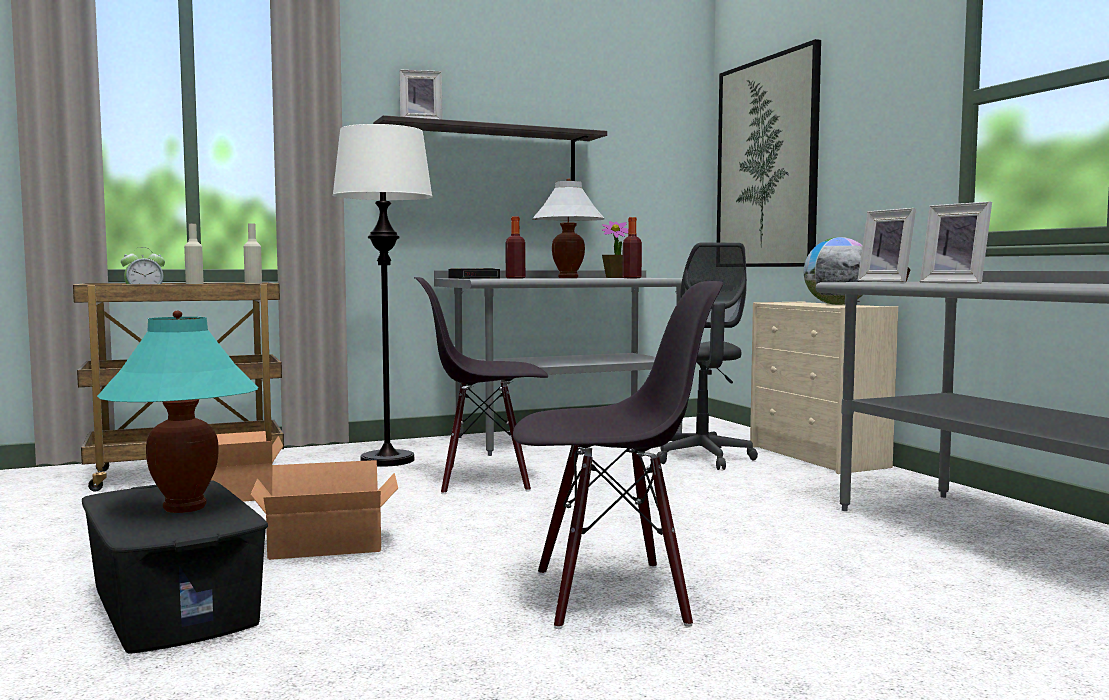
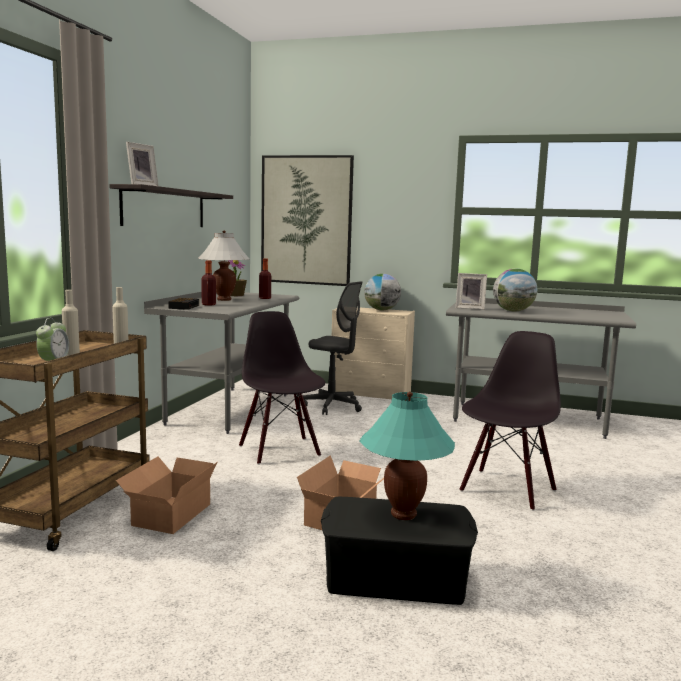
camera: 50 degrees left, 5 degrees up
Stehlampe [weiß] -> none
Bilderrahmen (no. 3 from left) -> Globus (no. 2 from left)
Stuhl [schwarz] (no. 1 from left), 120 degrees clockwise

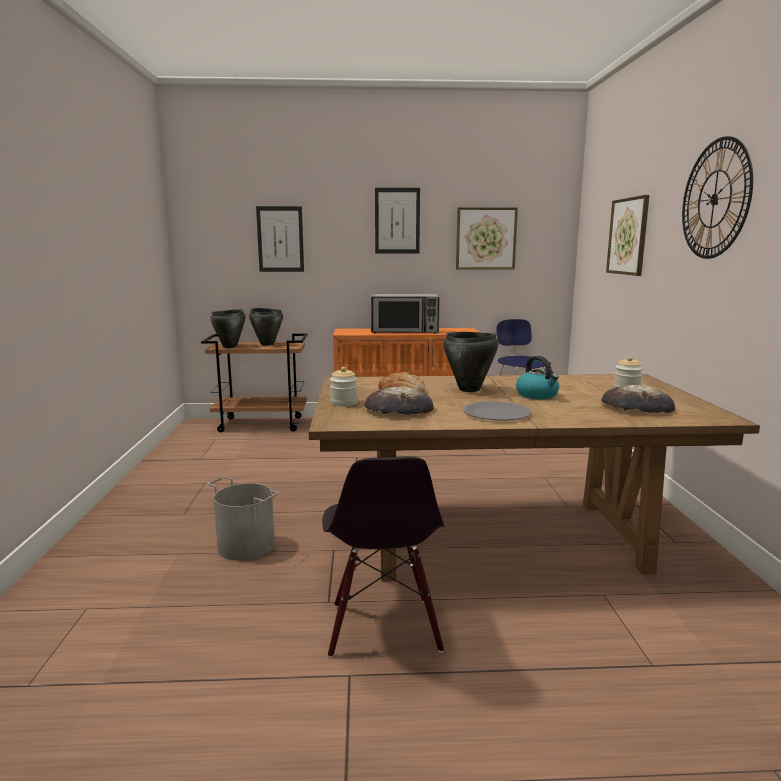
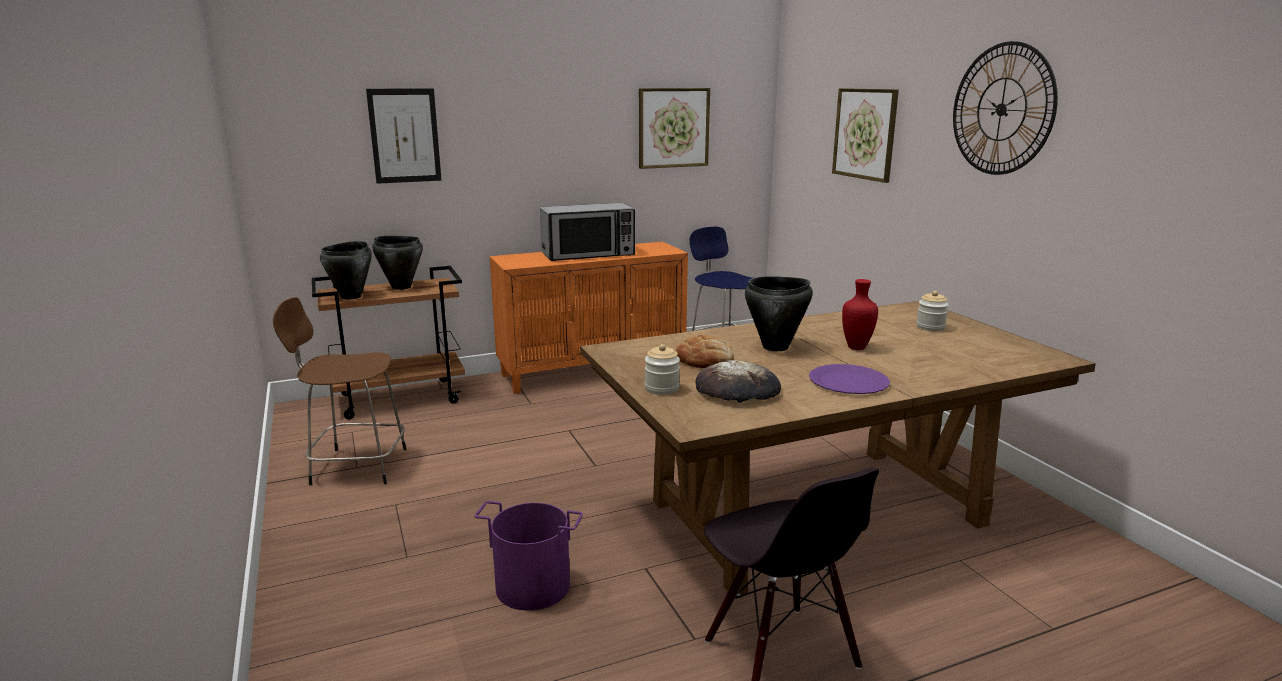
camera: 20 degrees left, 5 degrees up
Bild (no. 2 from left) -> none
Brot (no. 3 from left) -> none
none -> Hocker [braun]
Wasserkessel -> Vase [rot]
Eimer [grau] -> Eimer [lila]
Teller [grau] -> Teller [lila]

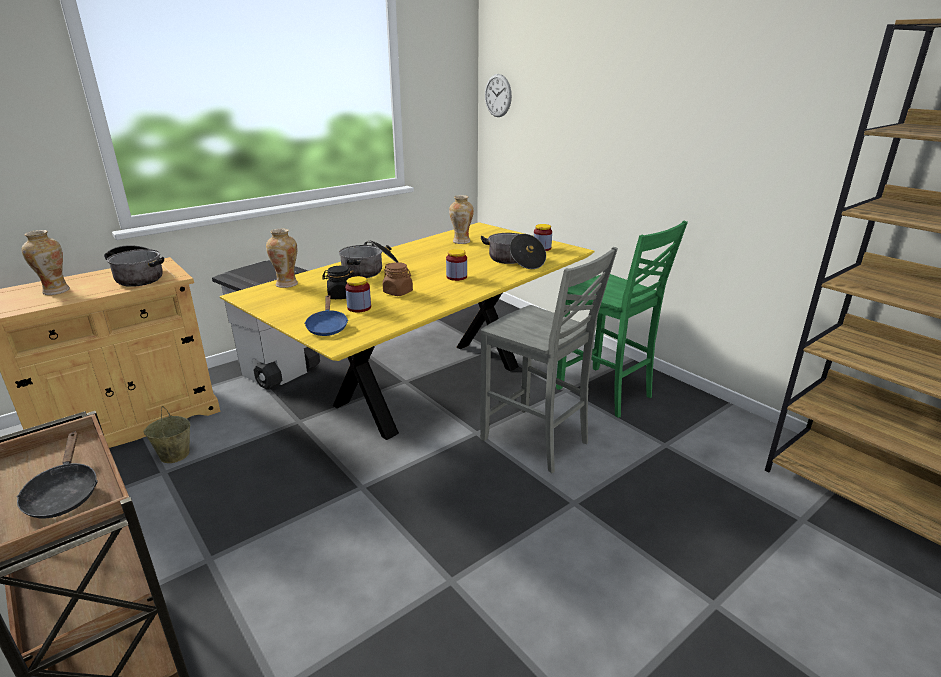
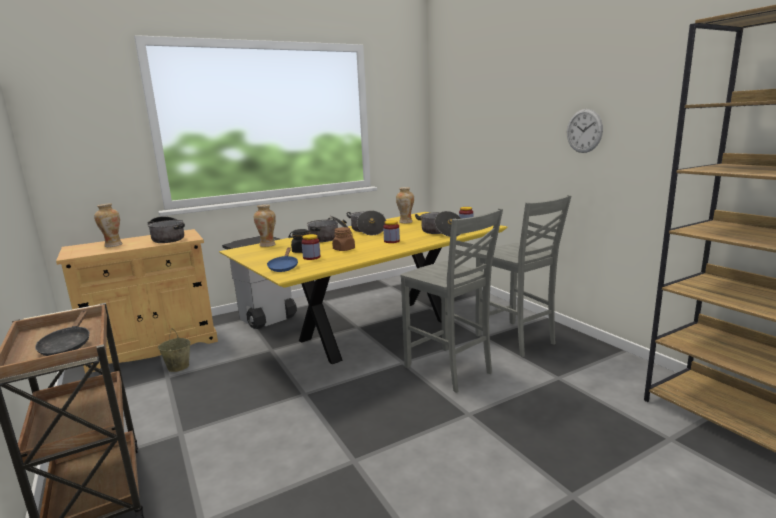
camera: 10 degrees right, 10 degrees down
none -> Kochtopf (no. 3 from left)
Wanduhr, relocated
Stuhl [grün] -> Stuhl [grau] (no. 2 from left)

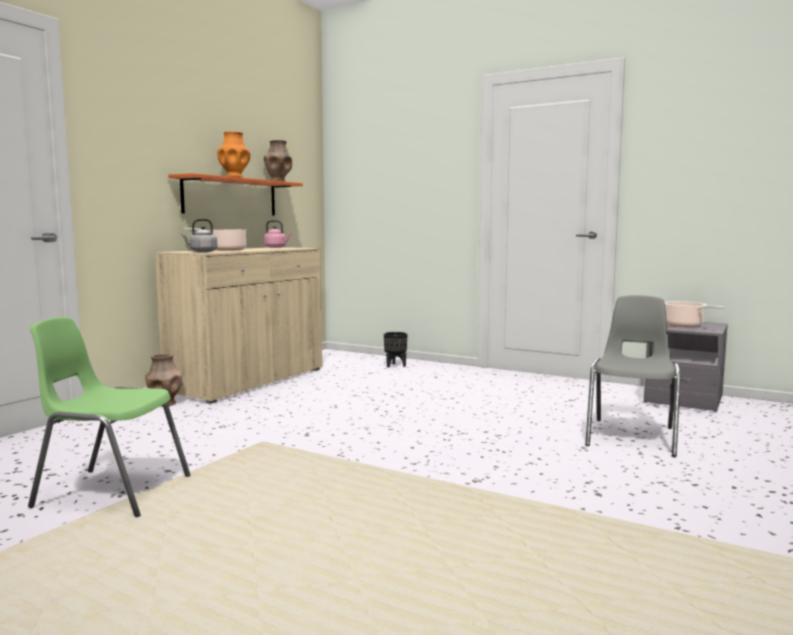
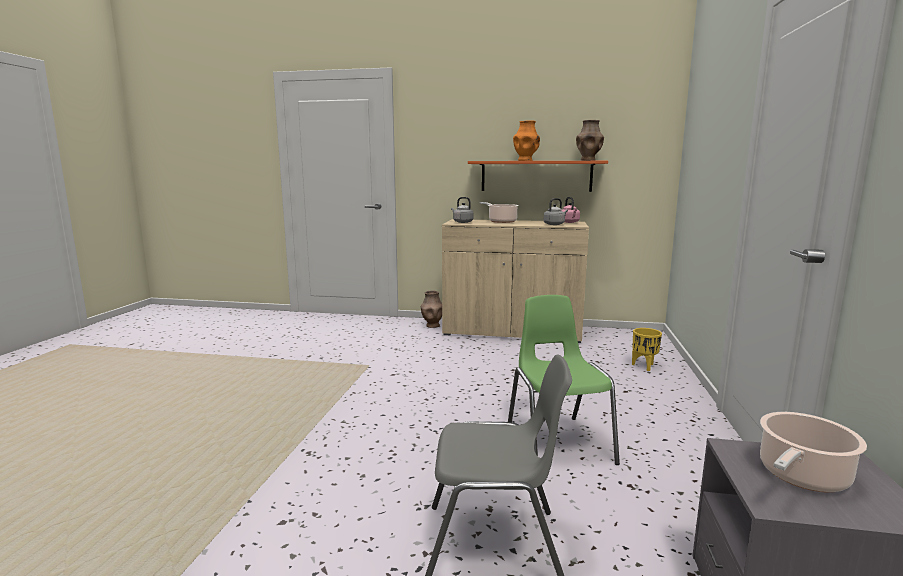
camera: 70 degrees right, 5 degrees up
none -> Wasserkessel [grau] (no. 2 from left)
Stuhl [grün], relocated
Pflanzkübel [schwarz] -> Pflanzkübel [gelb]

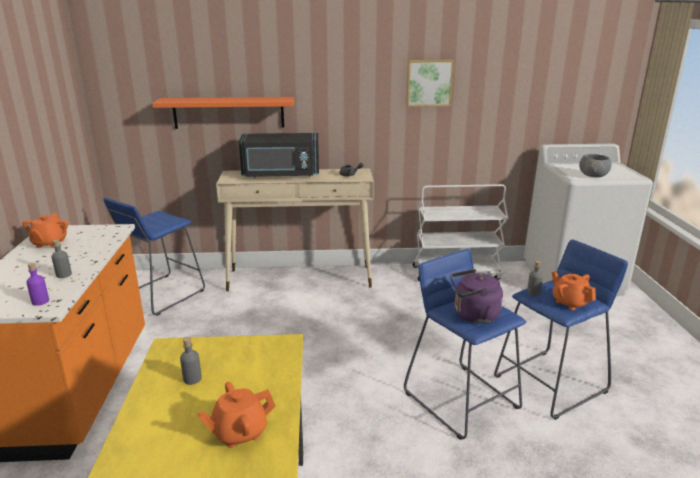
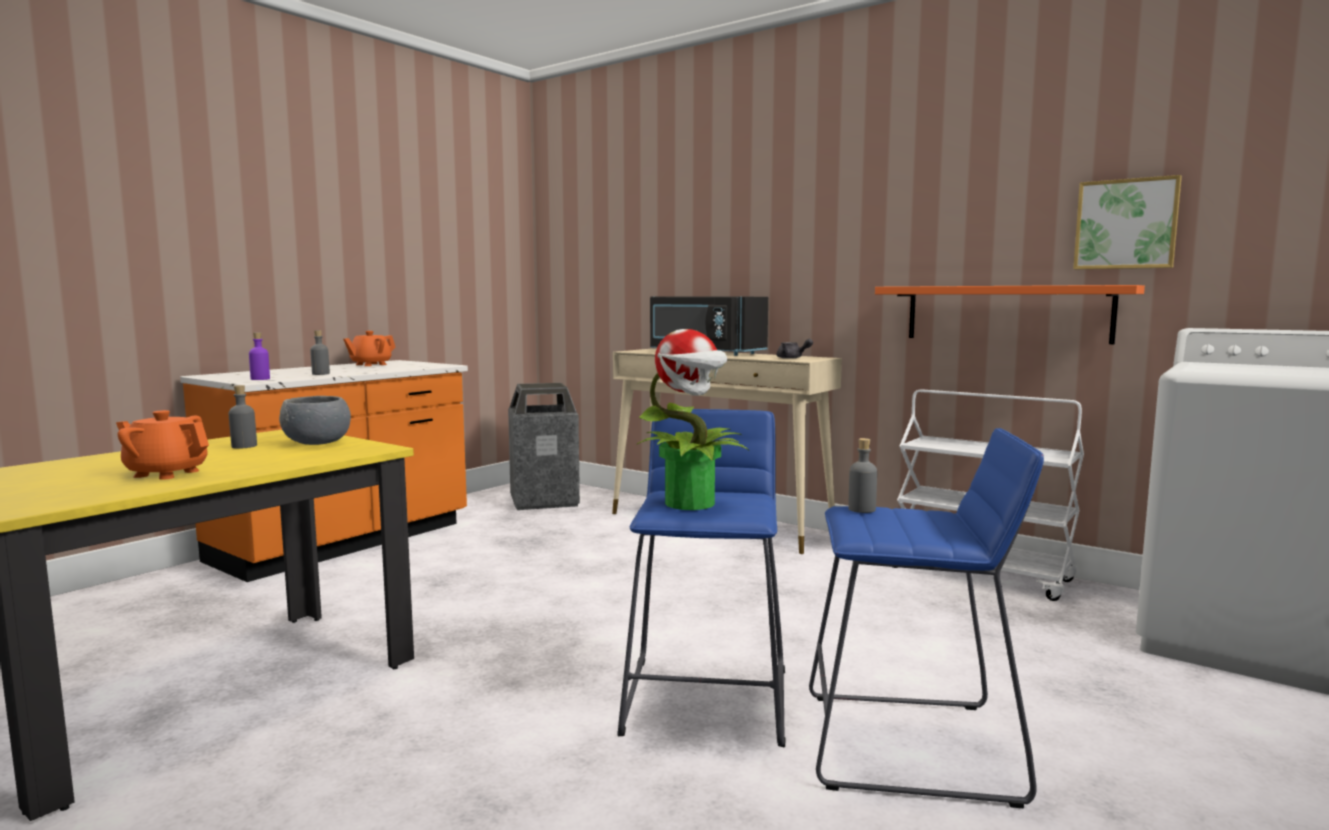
camera: 40 degrees right, 15 degrees down
Teekanne [orange] (no. 3 from left) -> none
Wandregal [orange], relocated
Bild, relocated
Schüssel [grau], relocated
Hocker [blau] (no. 1 from left) -> Mülleimer
Wasserkessel [lila] -> Topfpflanze

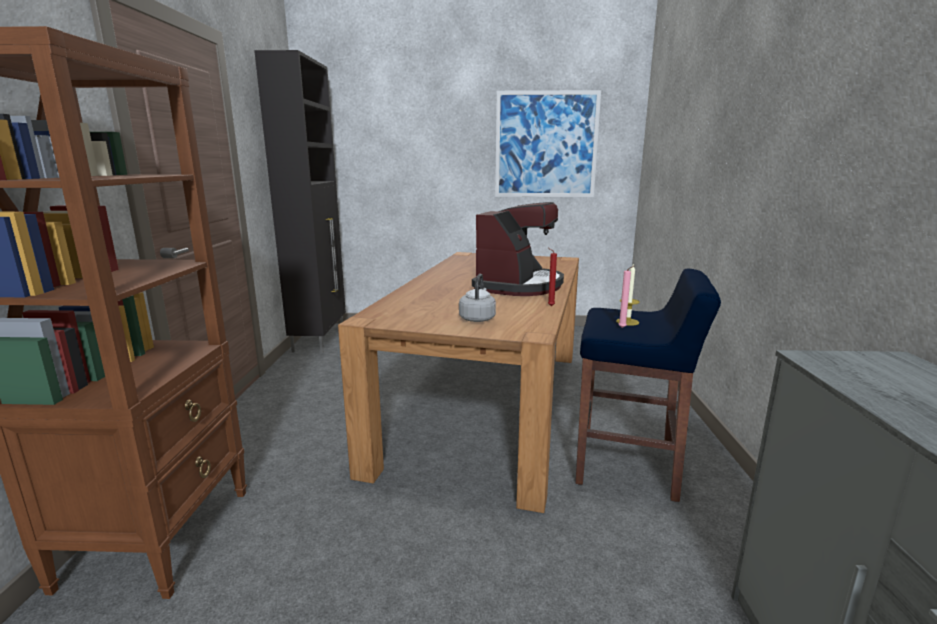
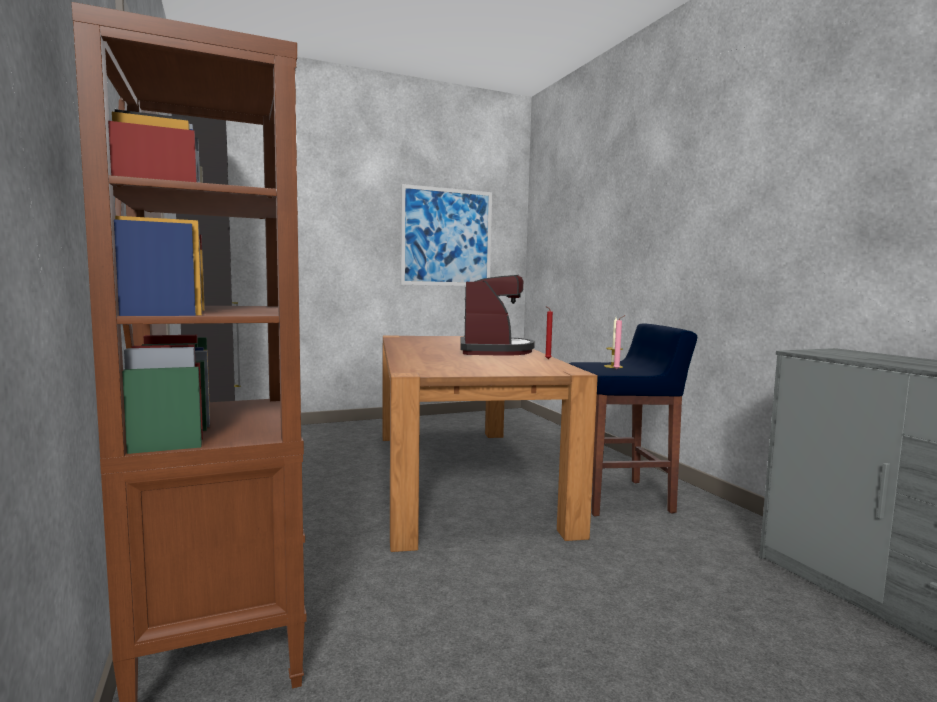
camera: 25 degrees left, 10 degrees down
Wasserkessel [grau] -> none

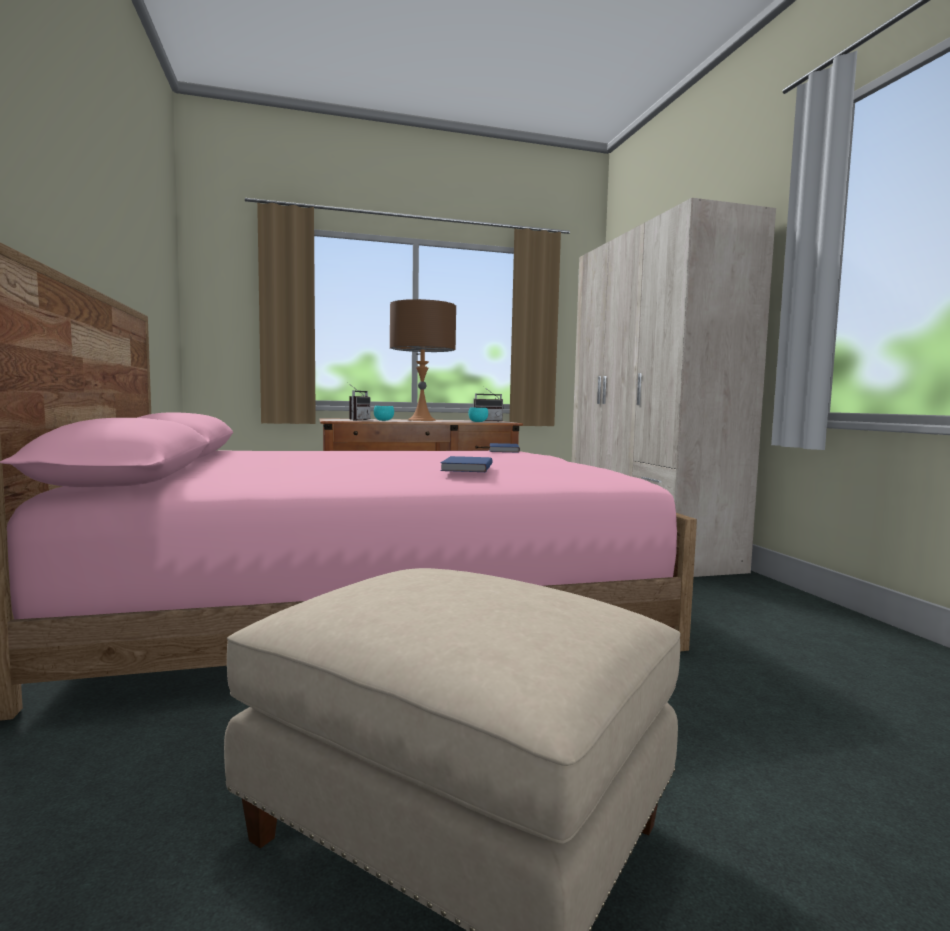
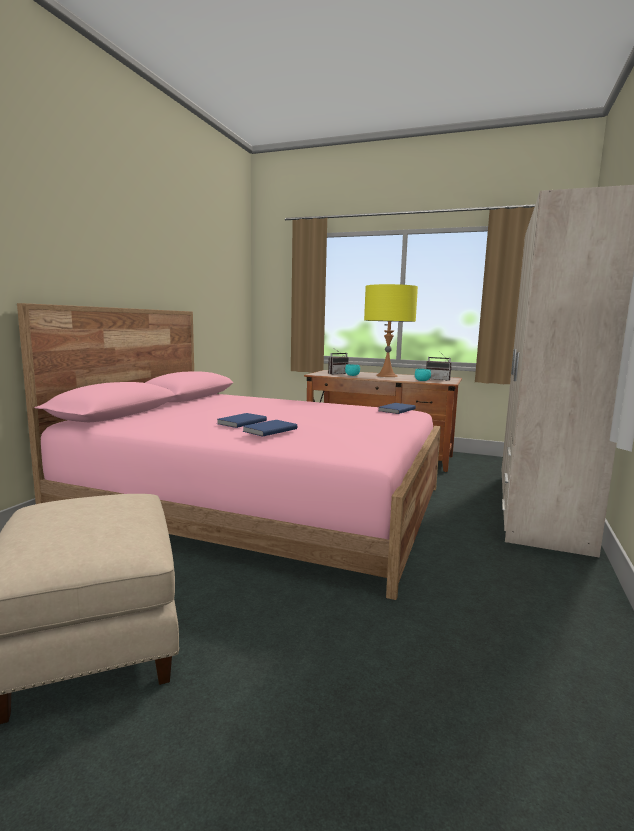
camera: 35 degrees right, 5 degrees up
none -> Buch [blau] (no. 1 from left)
Tischlampe [braun] -> Tischlampe [gelb]

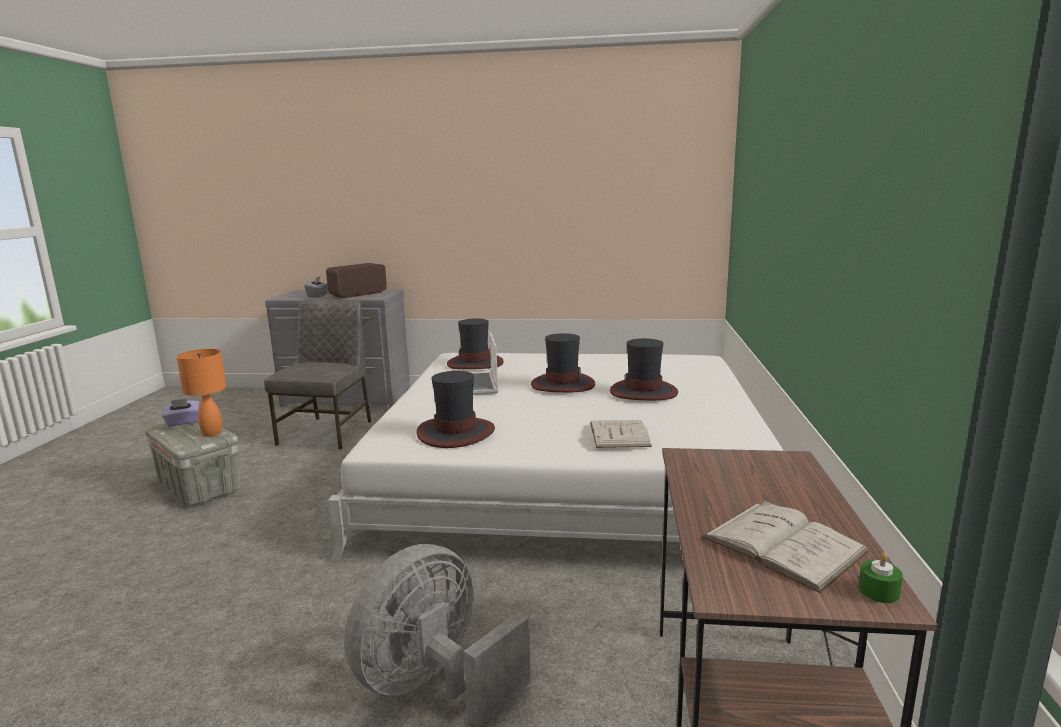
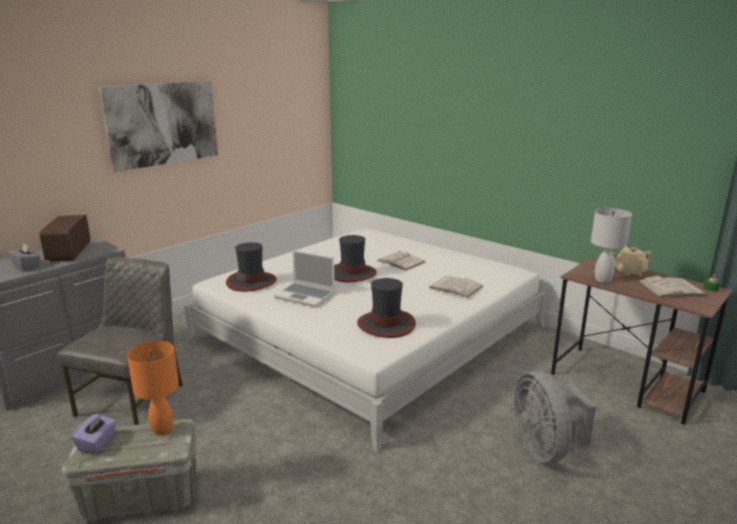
camera: 55 degrees left, 5 degrees up
none -> Bild
none -> Tischlampe [weiß]
none -> Teekanne [beige]
Hut (no. 4 from left) -> Buch [weiß] (no. 1 from left)
Stuhl [grau], 60 degrees clockwise

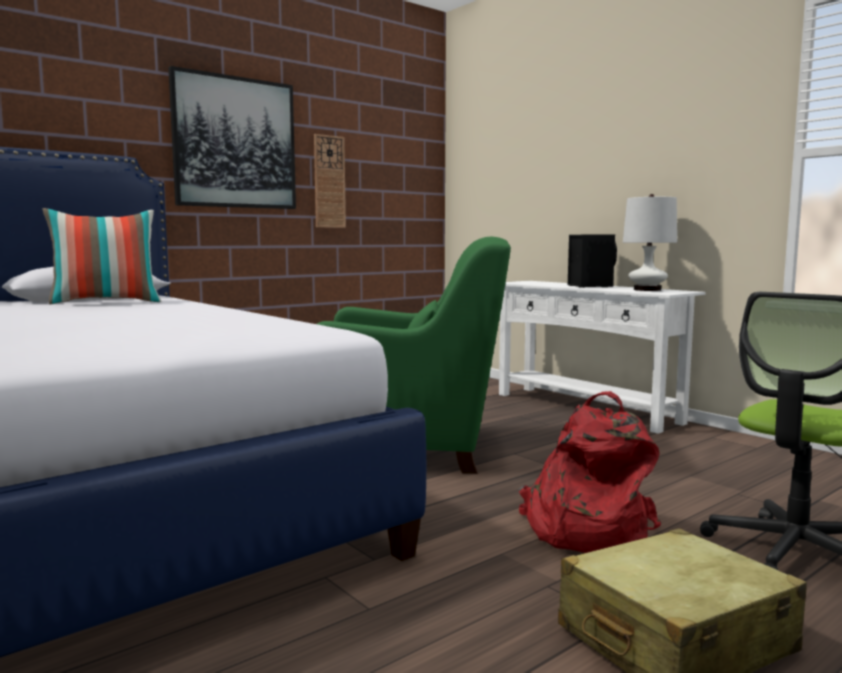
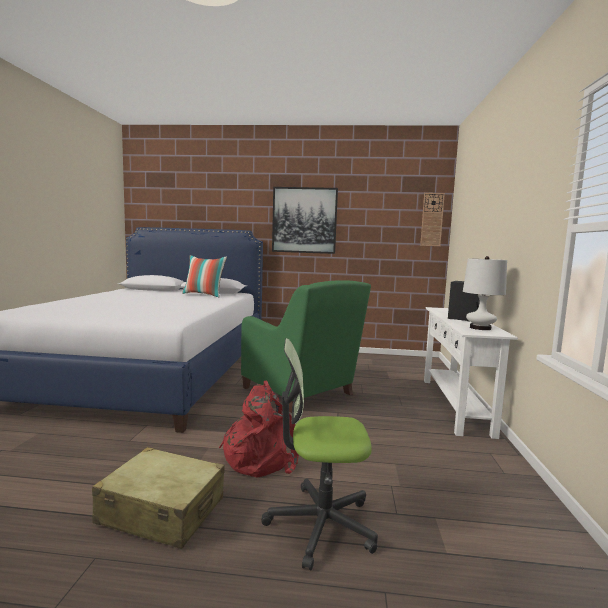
camera: 45 degrees right, 0 degrees up
Wanduhr, relocated

